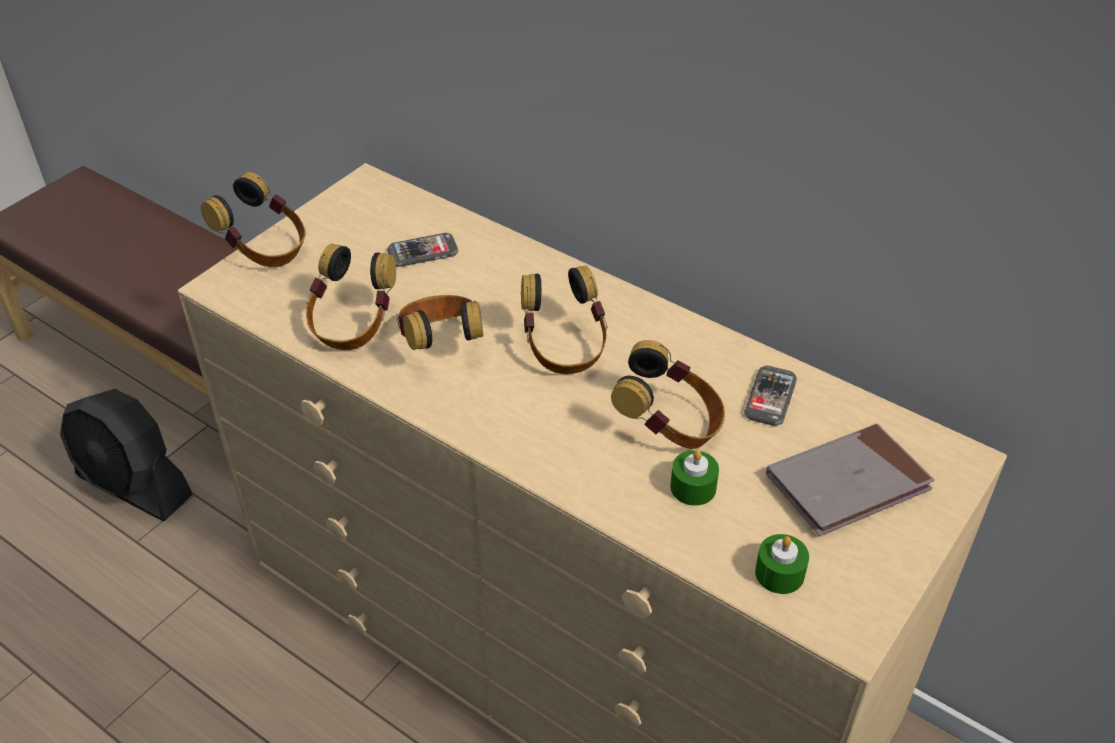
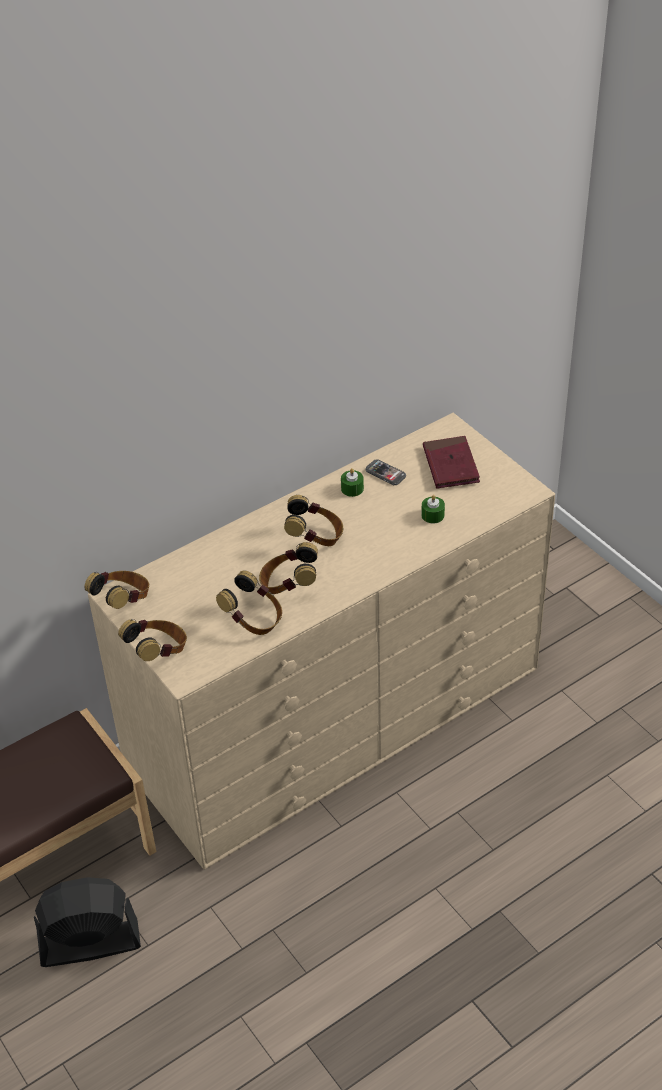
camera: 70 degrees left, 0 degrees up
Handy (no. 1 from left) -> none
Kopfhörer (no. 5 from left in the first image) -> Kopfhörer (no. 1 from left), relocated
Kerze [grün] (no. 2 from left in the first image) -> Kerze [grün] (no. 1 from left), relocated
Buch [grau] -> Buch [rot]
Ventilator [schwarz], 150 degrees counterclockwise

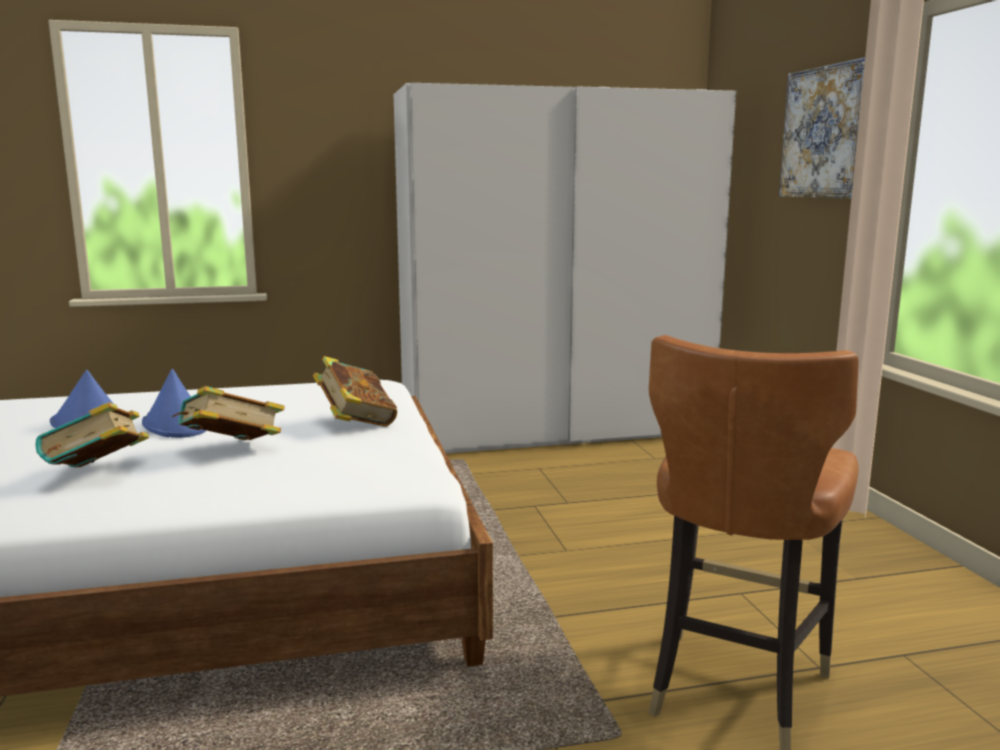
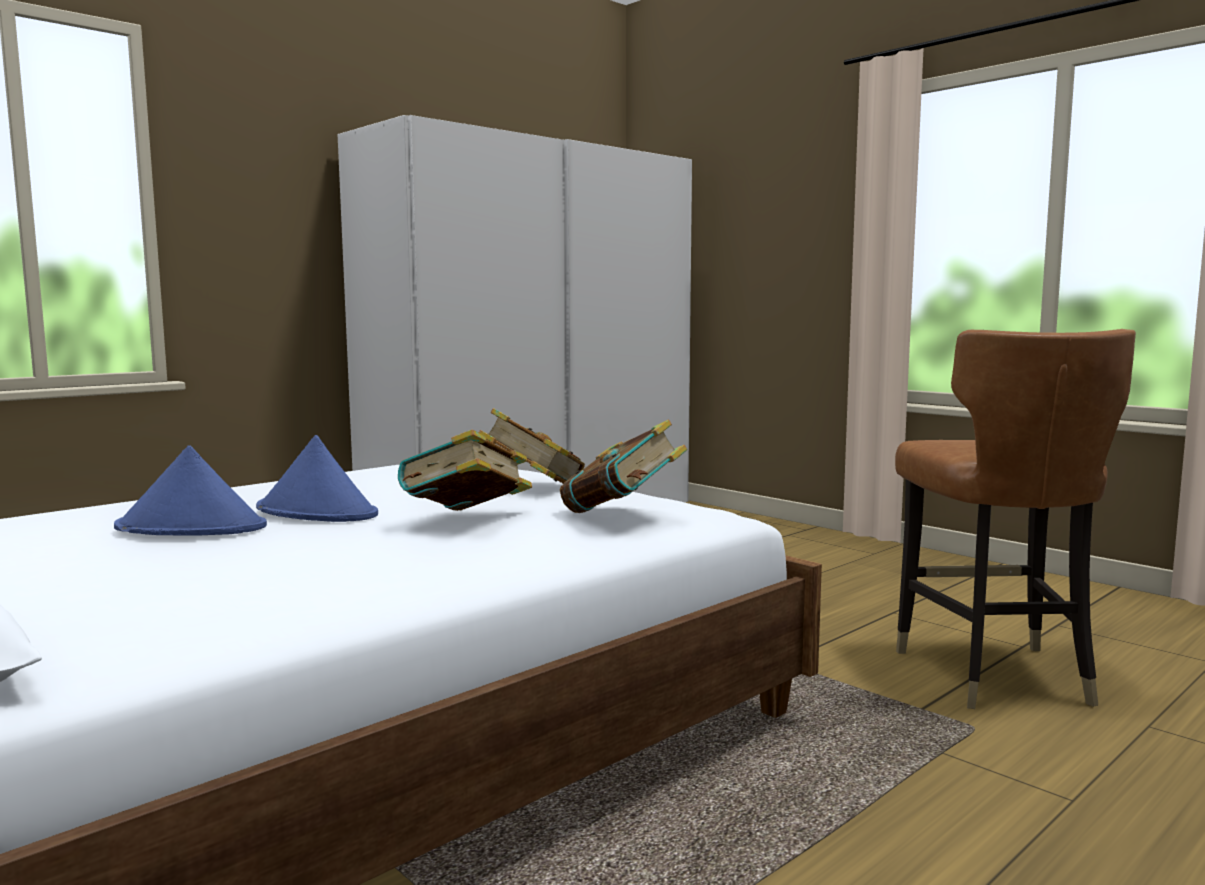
camera: 30 degrees left, 5 degrees down
Bild -> none
Buch (no. 1 from left in the first image) -> Buch (no. 3 from left), relocated

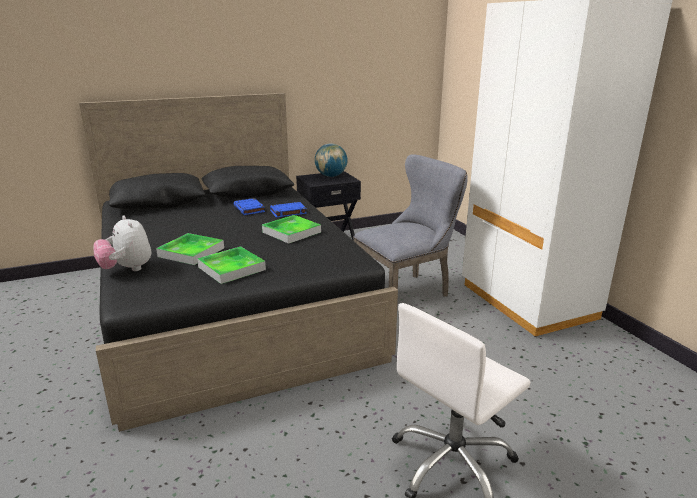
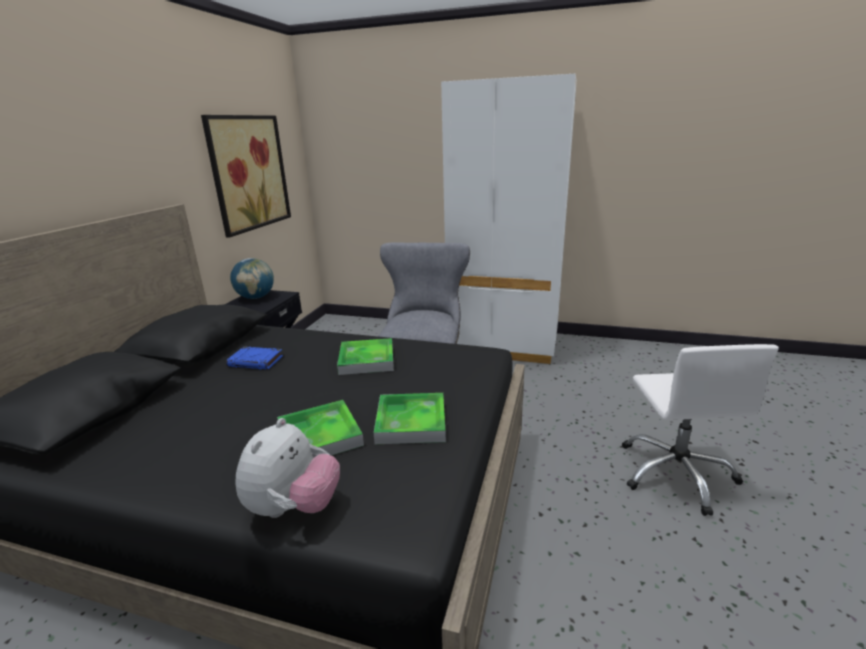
camera: 50 degrees left, 0 degrees up
Buch [blau] (no. 2 from left) -> none
none -> Bild
Plüschtier, 75 degrees counterclockwise

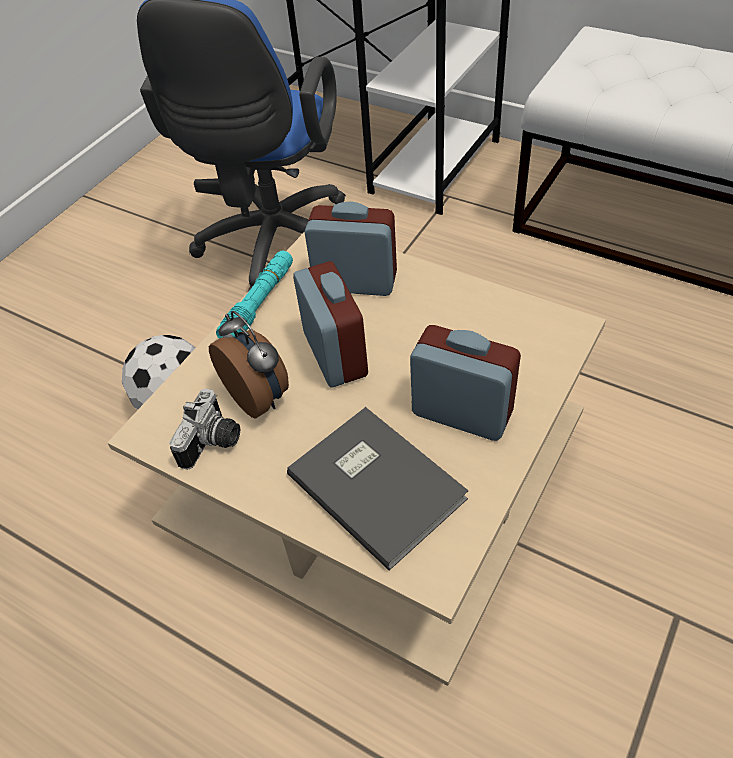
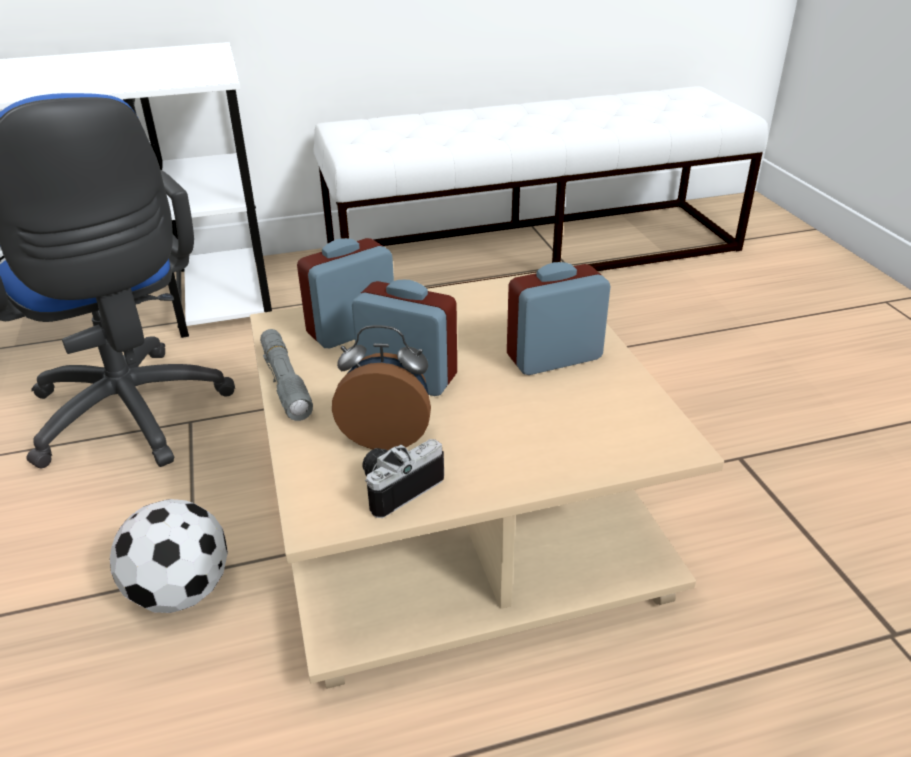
camera: 50 degrees left, 15 degrees down
Buch [grau] -> none
Taschenlampe [türkis] -> Taschenlampe [grau]
Kamera, 105 degrees counterclockwise

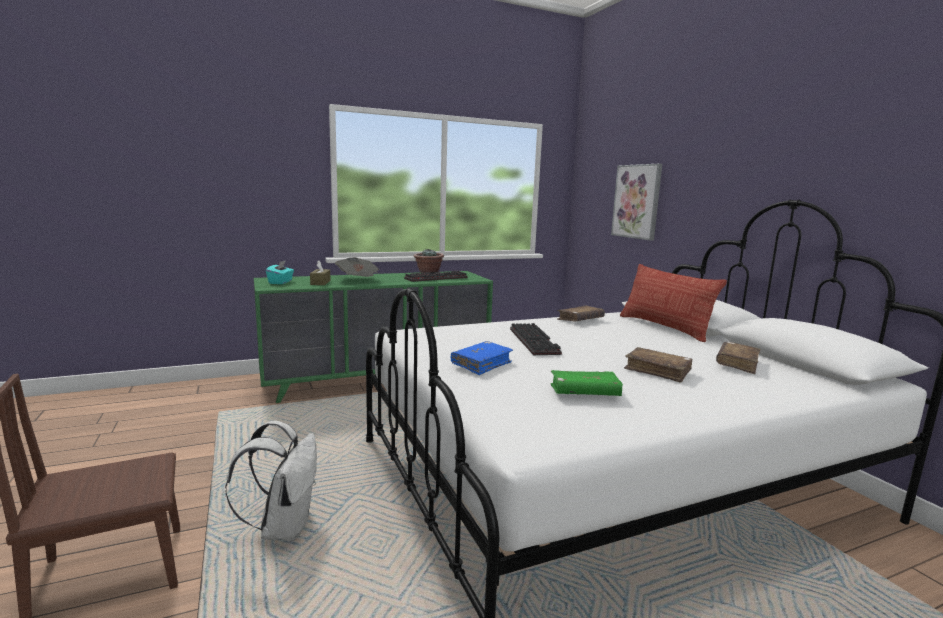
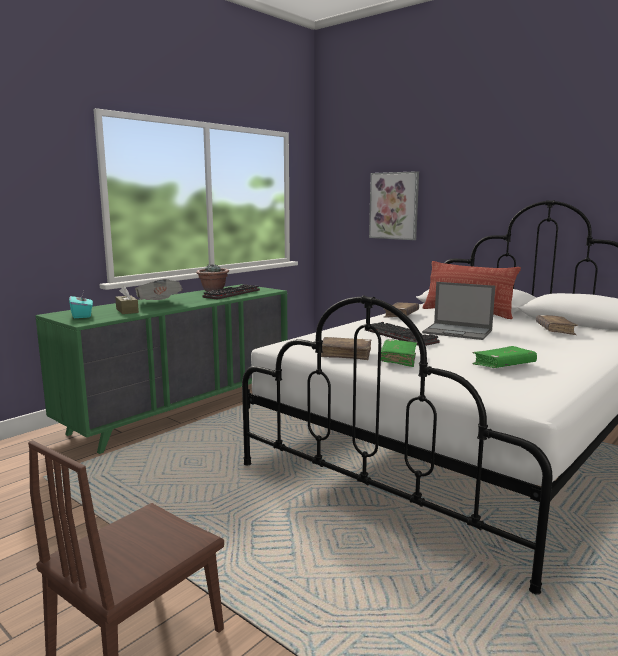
camera: 25 degrees left, 0 degrees up
Rucksack [weiß] -> none
none -> Laptop
Buch [braun] (no. 2 from left in the first image) -> Buch [braun] (no. 1 from left), relocated
Buch [blau] -> Buch [grün] (no. 1 from left)

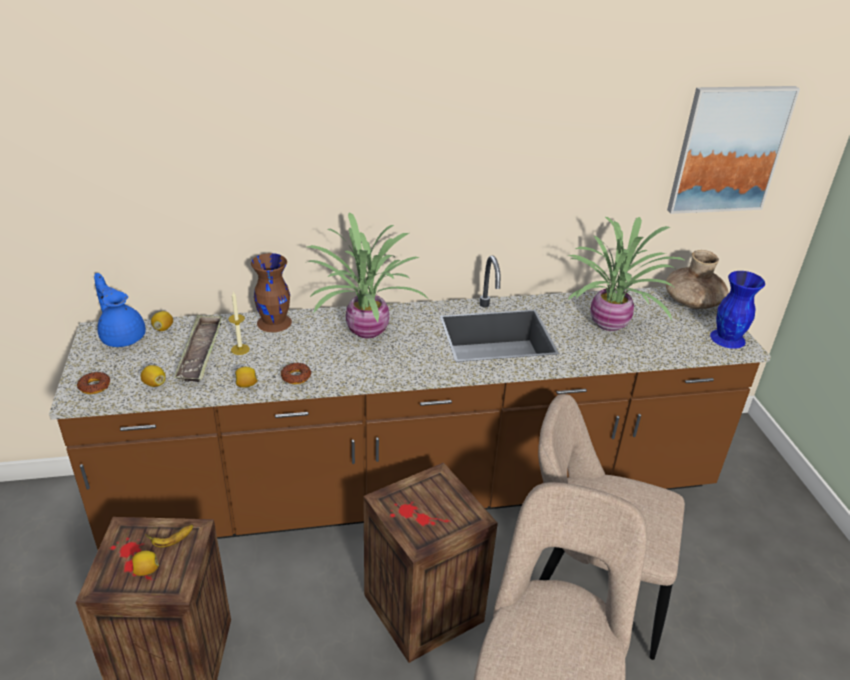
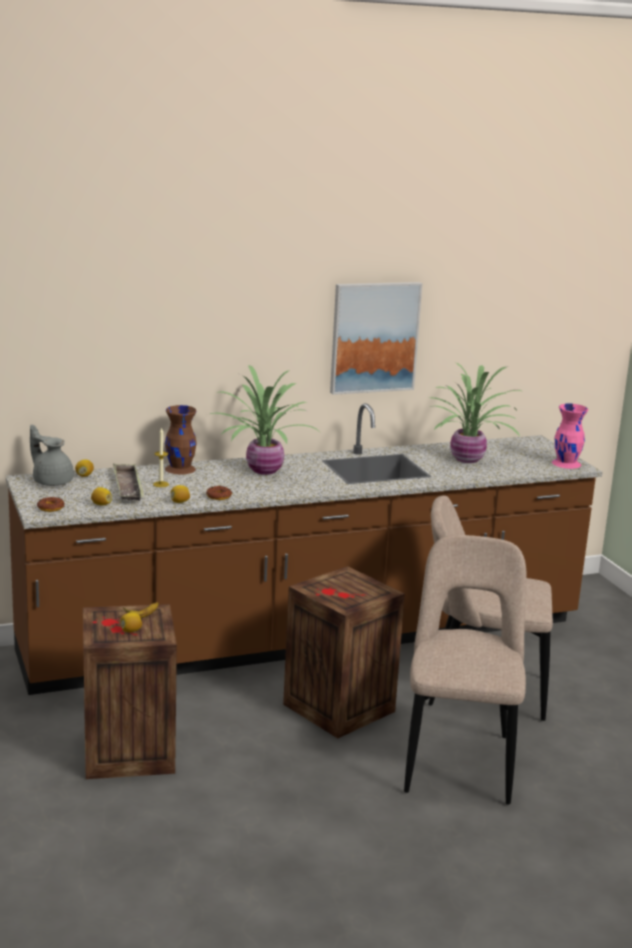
camera: 10 degrees left, 15 degrees down
Vase [braun] (no. 2 from left) -> none
Bild, relocated
Teekanne [blau] -> Teekanne [grau]
Vase [blau] -> Vase [rosa]

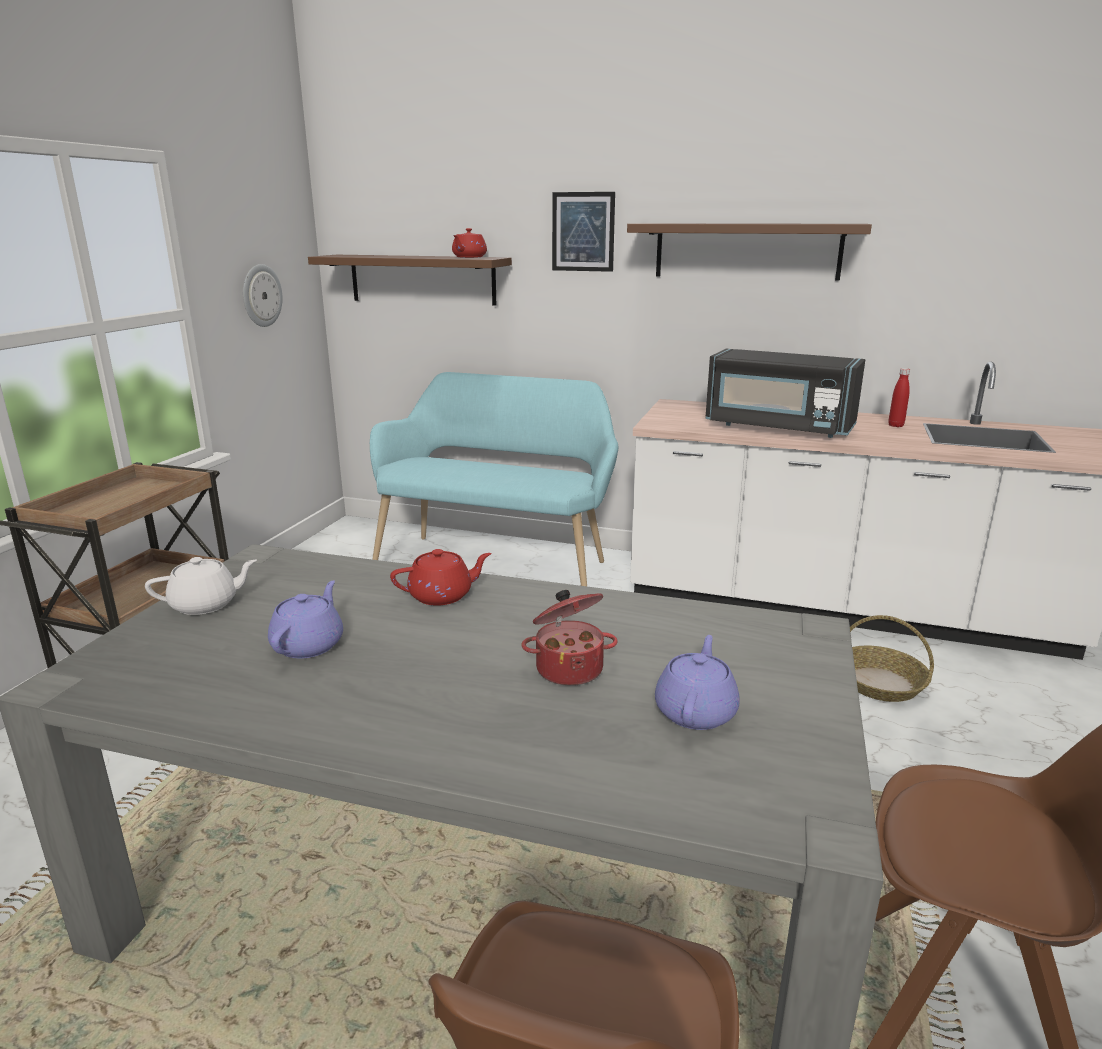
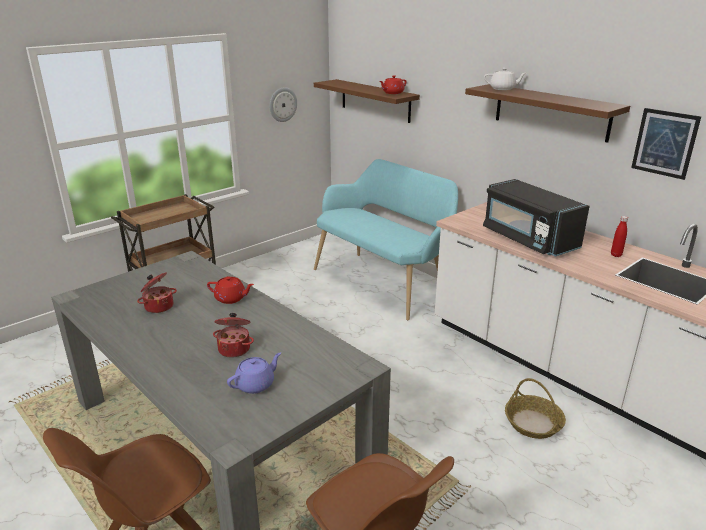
camera: 30 degrees right, 5 degrees up
Teekanne [weiß], relocated
Bild, relocated
Teekanne [lila] (no. 1 from left) -> Kochtopf (no. 1 from left)

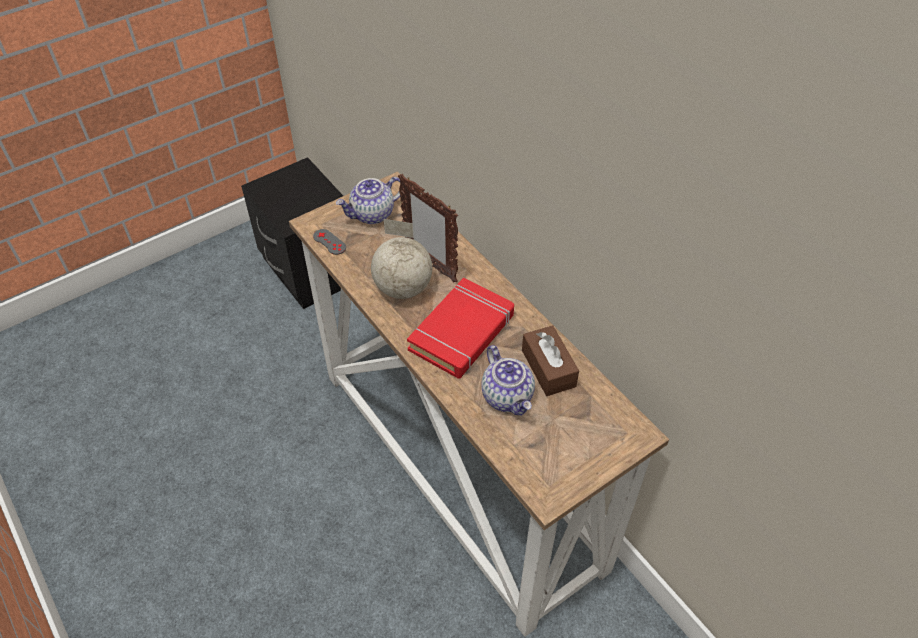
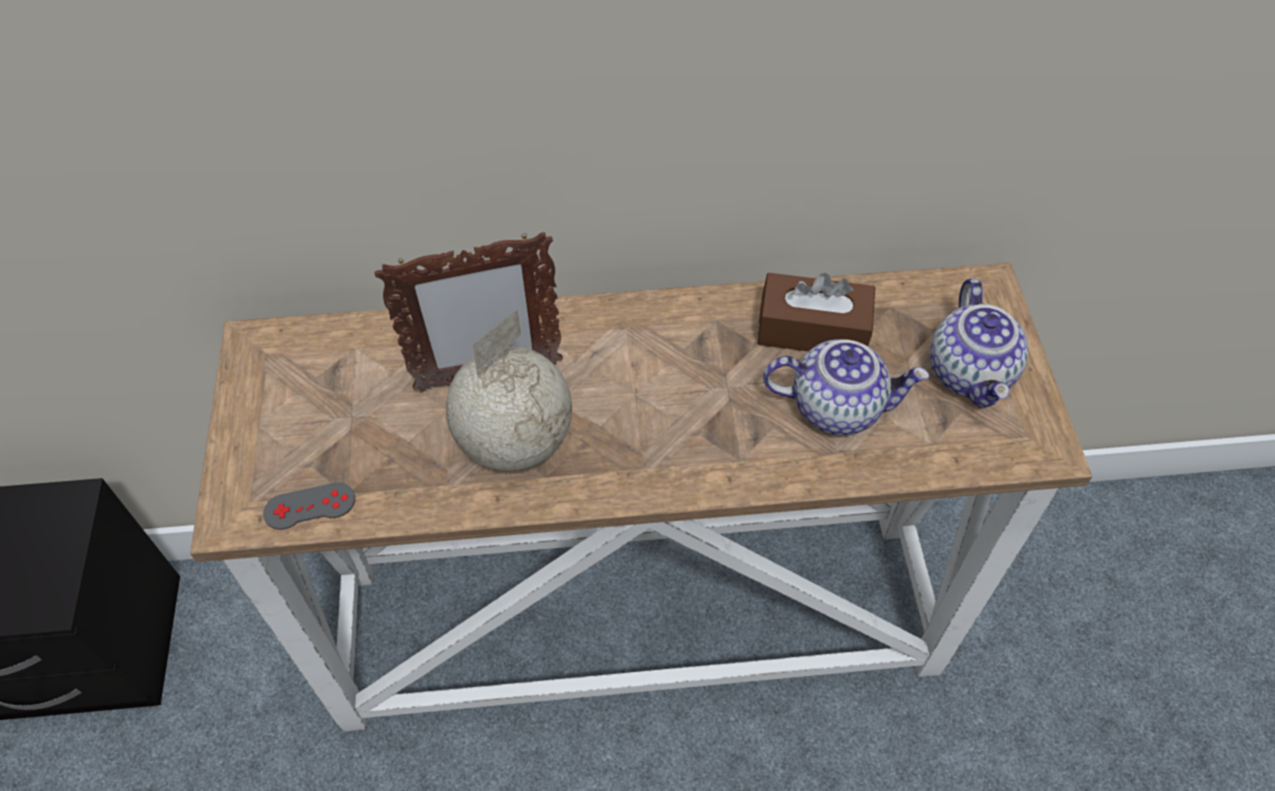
camera: 60 degrees left, 5 degrees up
Buch [rot] -> none
Teekanne (no. 1 from left in the first image) -> Teekanne (no. 2 from left), relocated

